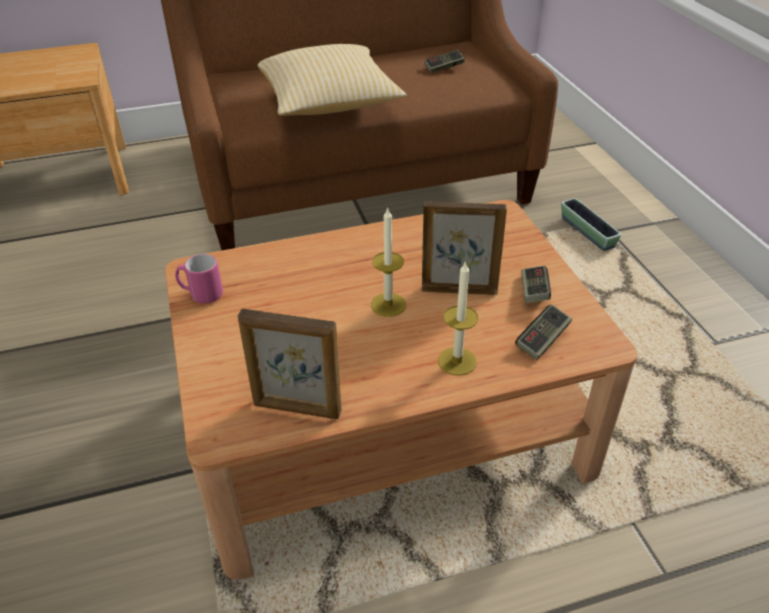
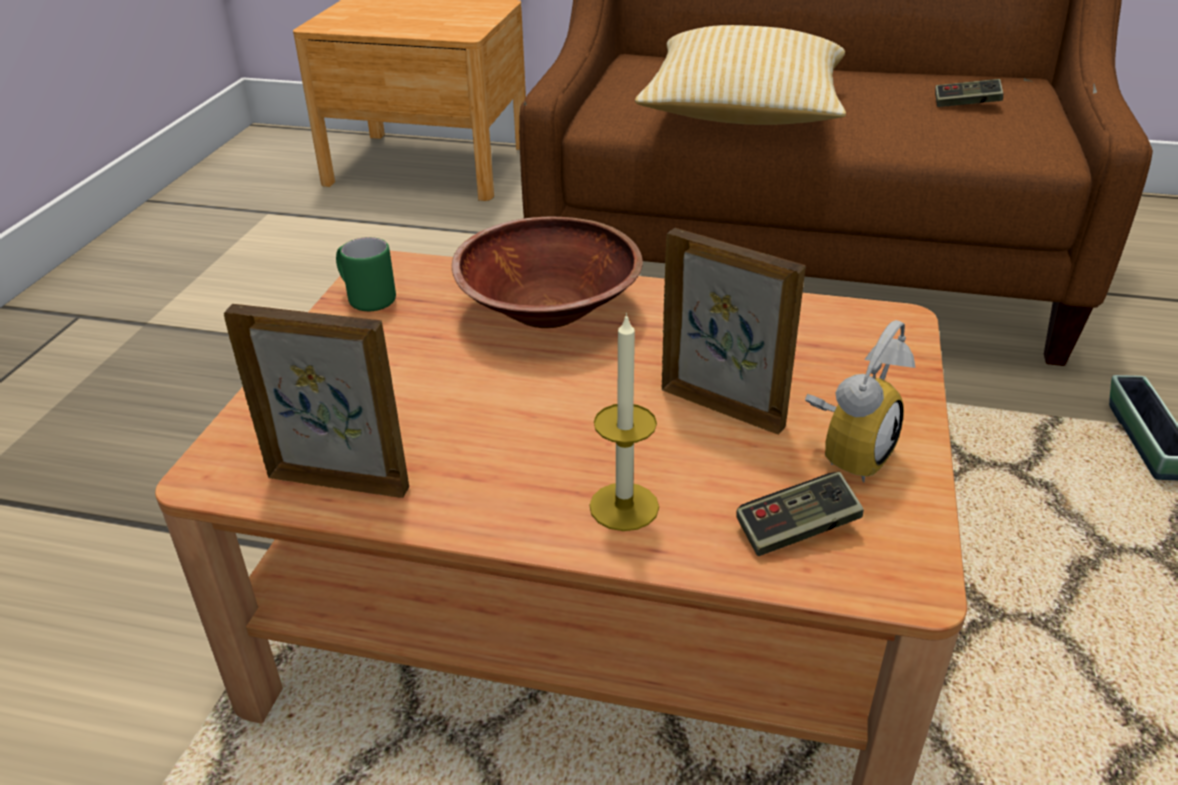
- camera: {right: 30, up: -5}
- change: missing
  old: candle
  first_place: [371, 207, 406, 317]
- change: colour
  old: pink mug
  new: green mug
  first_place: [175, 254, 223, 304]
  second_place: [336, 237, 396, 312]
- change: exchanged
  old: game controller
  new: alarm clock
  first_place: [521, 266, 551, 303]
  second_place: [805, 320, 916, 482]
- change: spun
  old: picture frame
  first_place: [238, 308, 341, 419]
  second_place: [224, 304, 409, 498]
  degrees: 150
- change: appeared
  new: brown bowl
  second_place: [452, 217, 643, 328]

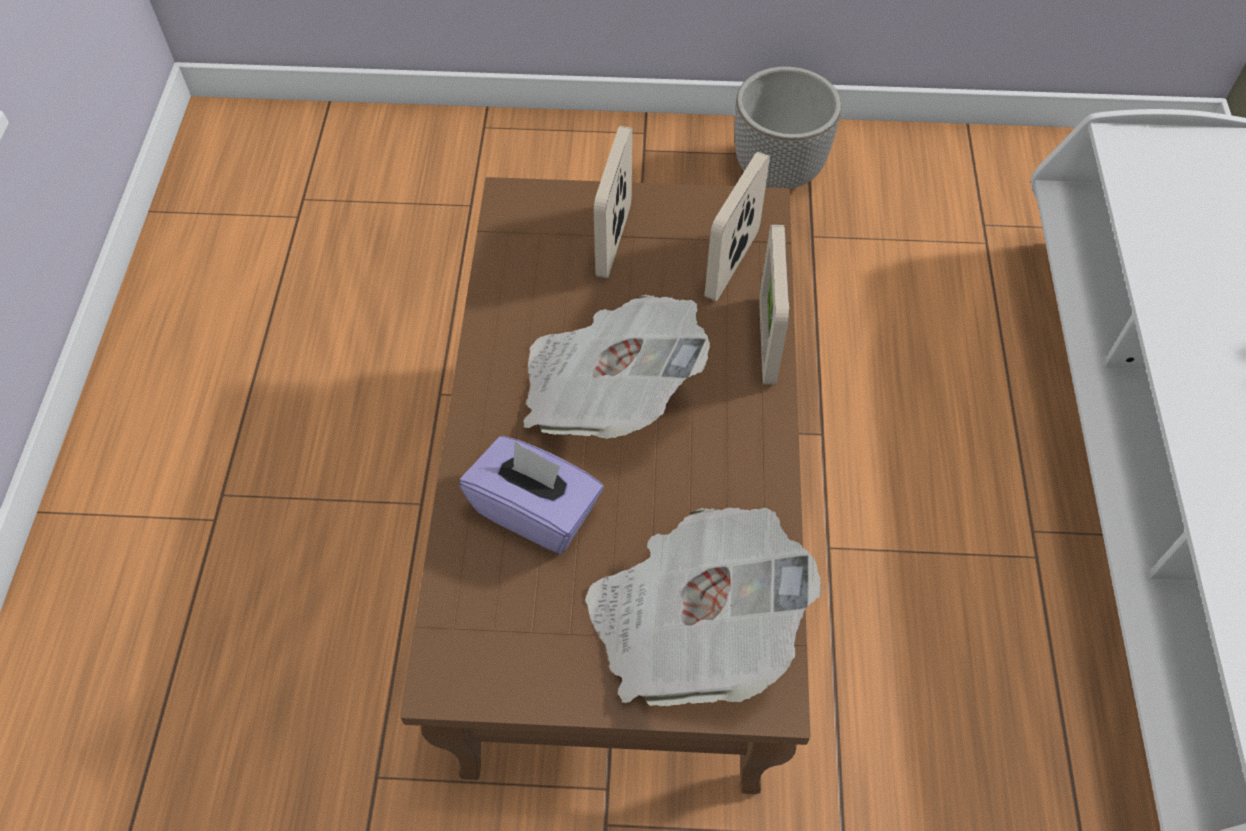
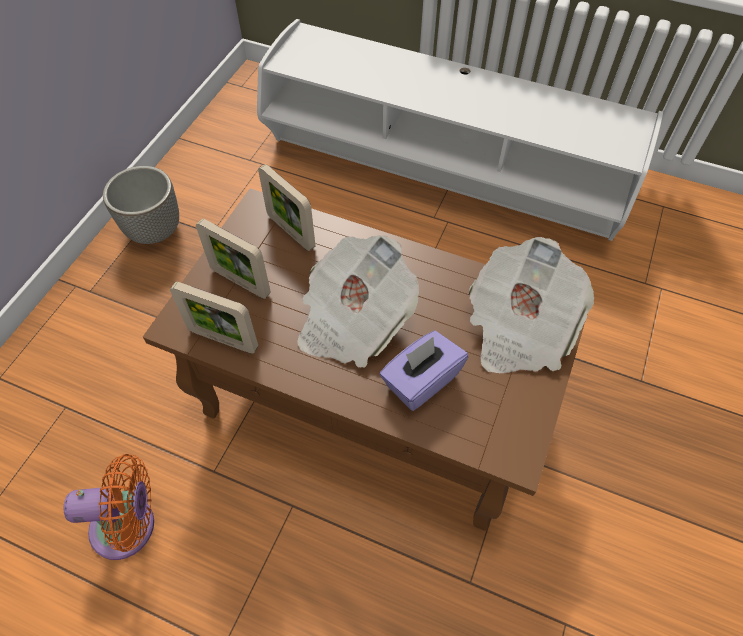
- camera: {right: -70, up: 0}
- change: relocated
  old: picture frame
  first_place: [759, 225, 789, 385]
  second_place: [170, 282, 258, 354]
- change: appeared
  new: orange fan
  second_place: [63, 454, 154, 560]

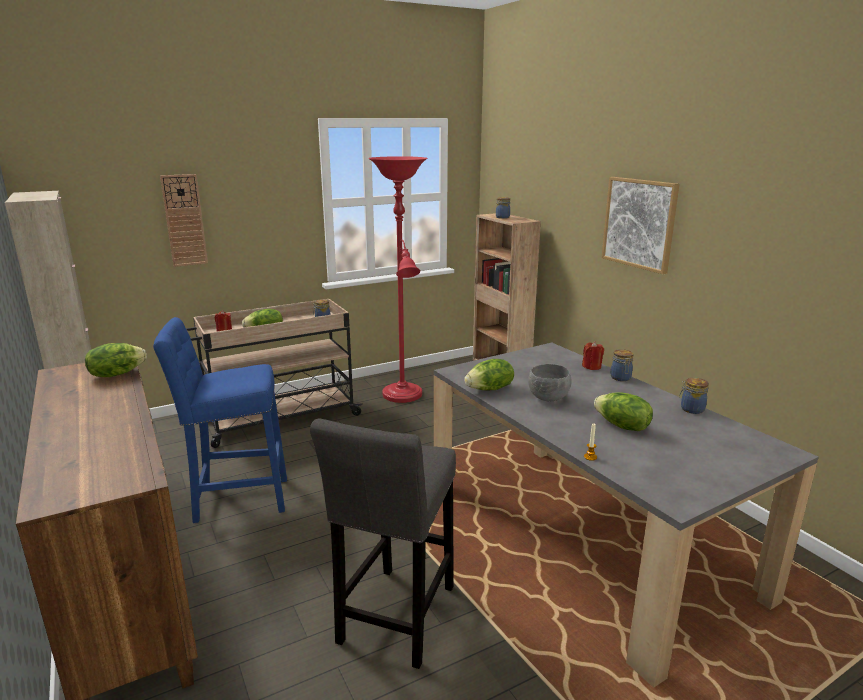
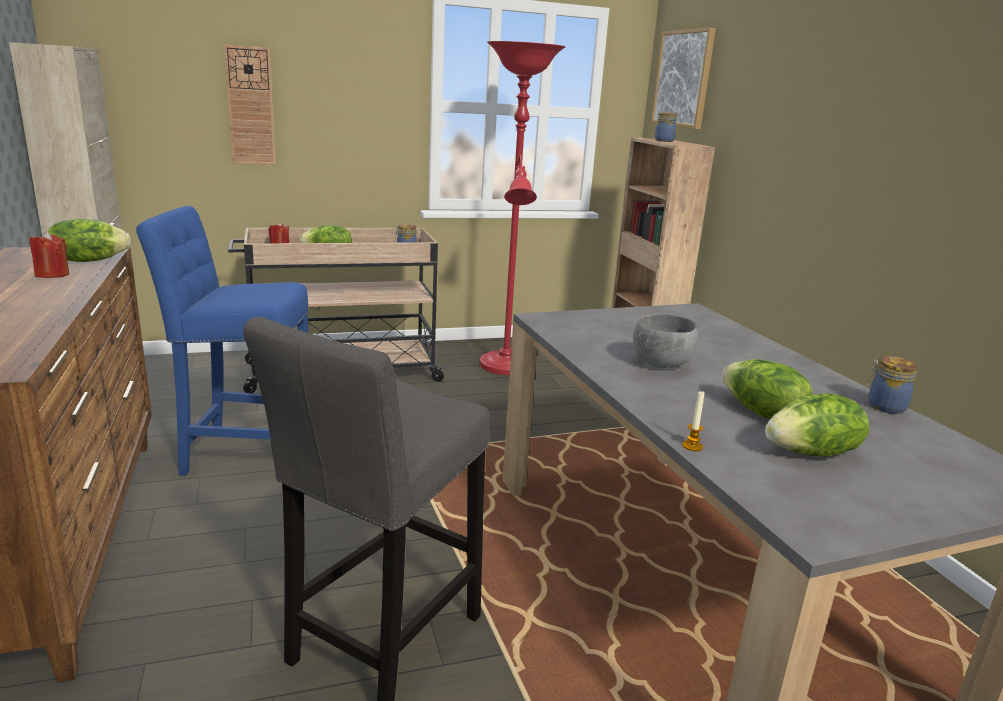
- camera: {right: 10, up: 0}
- change: relocated
  old: picture
  first_place: [601, 177, 680, 274]
  second_place: [651, 27, 716, 129]
- change: relocated
  old: red candle
  first_place: [582, 341, 604, 370]
  second_place: [30, 231, 69, 278]
- change: missing
  old: jar
  first_place: [610, 349, 634, 381]
- change: relocated
  old: lettuce
  first_place: [464, 359, 514, 391]
  second_place: [765, 393, 870, 457]

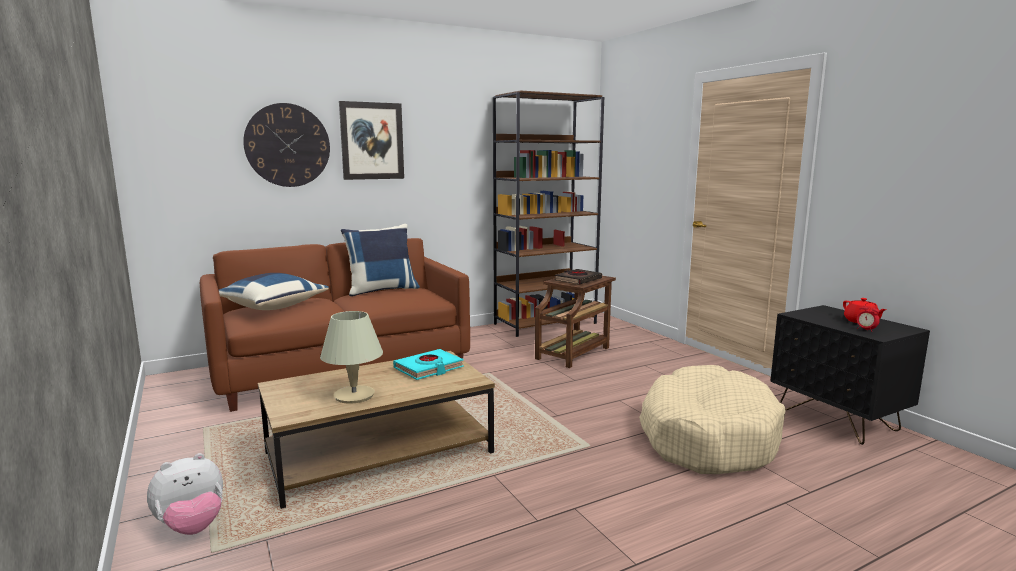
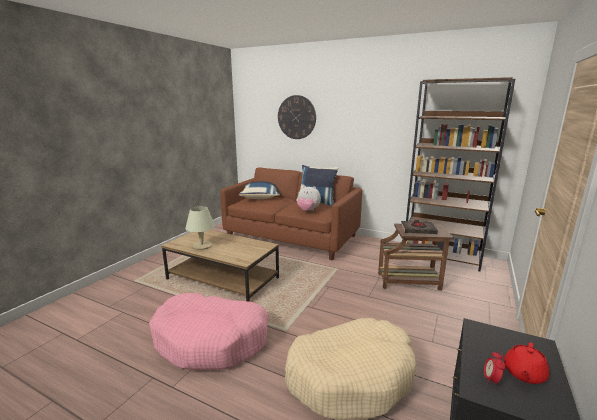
- camera: {right: 55, up: 5}
- change: missing
  old: picture
  first_place: [339, 101, 404, 180]
- change: missing
  old: turquoise book
  first_place: [393, 349, 464, 380]
- change: relocated
  old: plush toy
  first_place: [147, 453, 223, 535]
  second_place: [297, 186, 321, 211]
- change: appeared
  new: pink dog bed
  second_place: [149, 293, 269, 370]

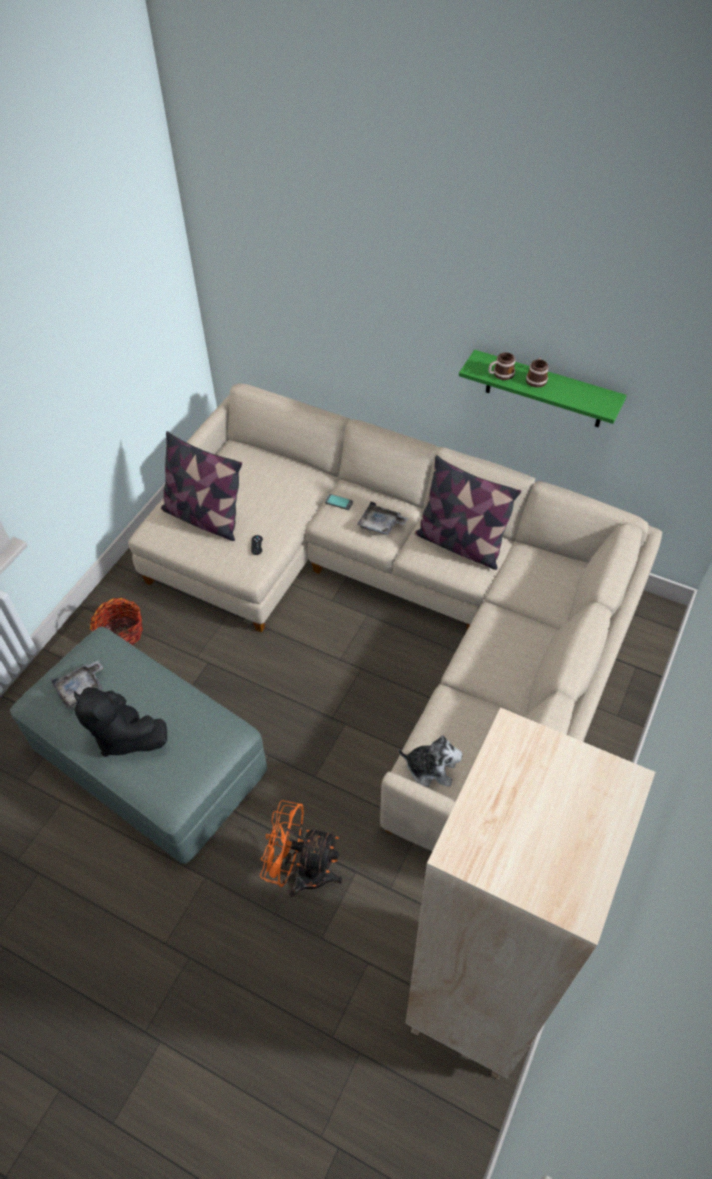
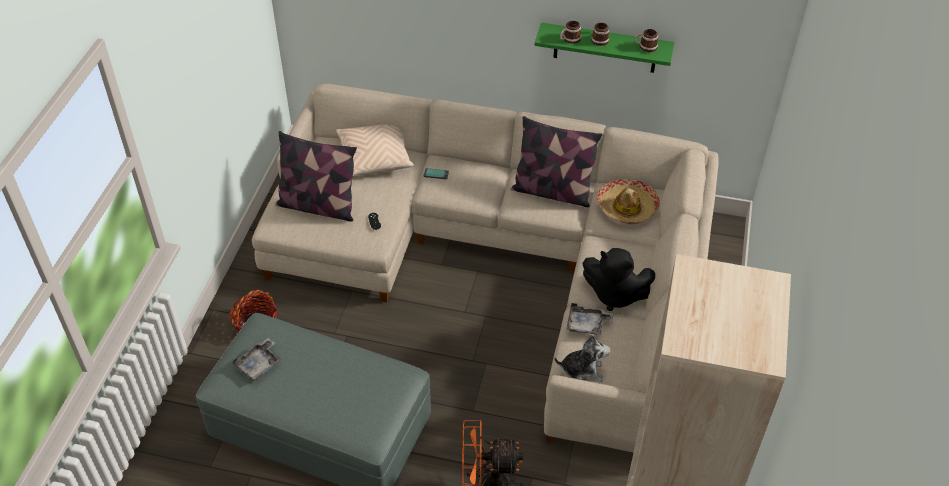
- camera: {right: -15, up: -5}
- change: relocated
  old: grey tray
  first_place: [357, 502, 408, 535]
  second_place: [566, 303, 614, 335]
- change: relocated
  old: black plush toy
  first_place: [74, 687, 167, 757]
  second_place: [582, 248, 655, 311]
- change: appeared
  new: mug
  second_place: [634, 29, 658, 52]
- change: appeared
  new: beige pillow
  second_place: [336, 125, 414, 177]
- change: appeared
  new: hat
  second_place: [597, 179, 660, 224]

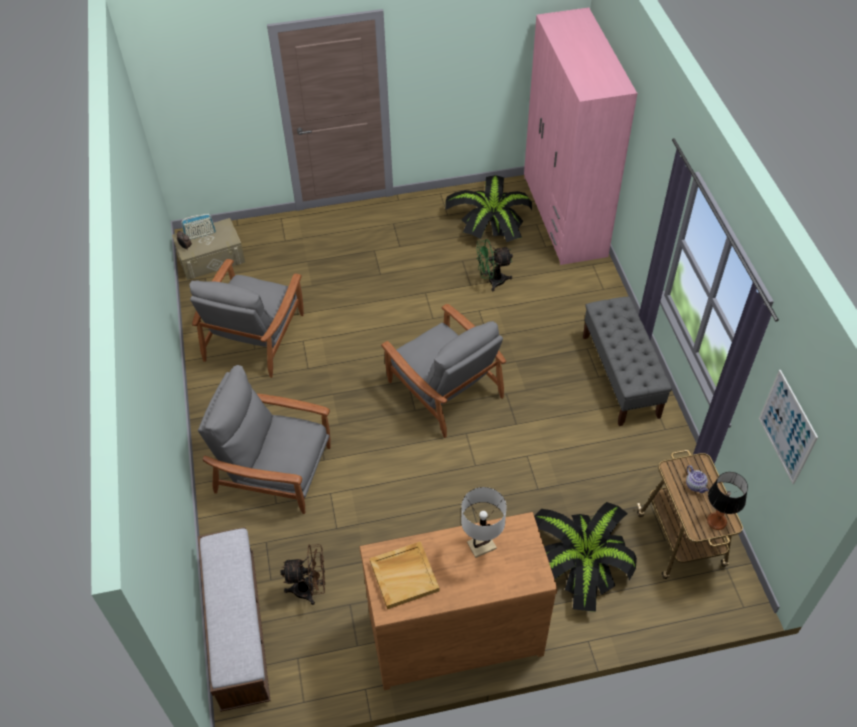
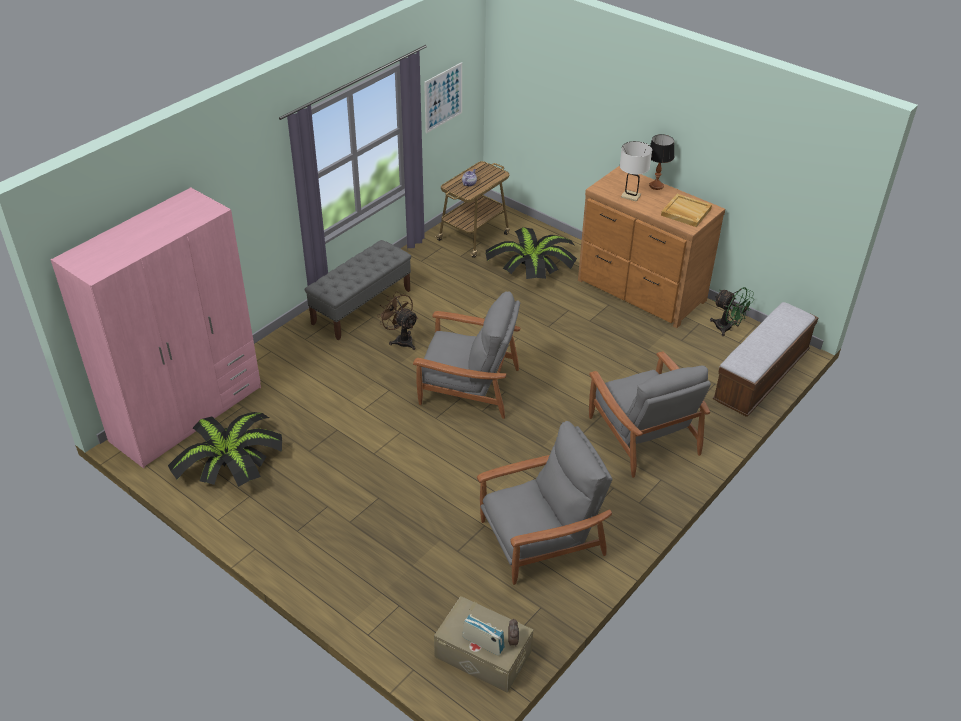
- camera: {right: -130, up: -10}
- change: relocated
  old: green fan
  first_place: [476, 239, 513, 291]
  second_place: [710, 287, 754, 336]
- change: spun
  old: grey armchair
  first_place: [381, 304, 506, 438]
  second_place: [413, 291, 520, 419]
  degrees: 90
- change: relocated
  old: table lamp
  first_place: [707, 472, 748, 530]
  second_place: [649, 134, 674, 190]
- change: relocated
  old: brown fan
  first_place: [281, 544, 325, 605]
  second_place: [378, 291, 418, 350]

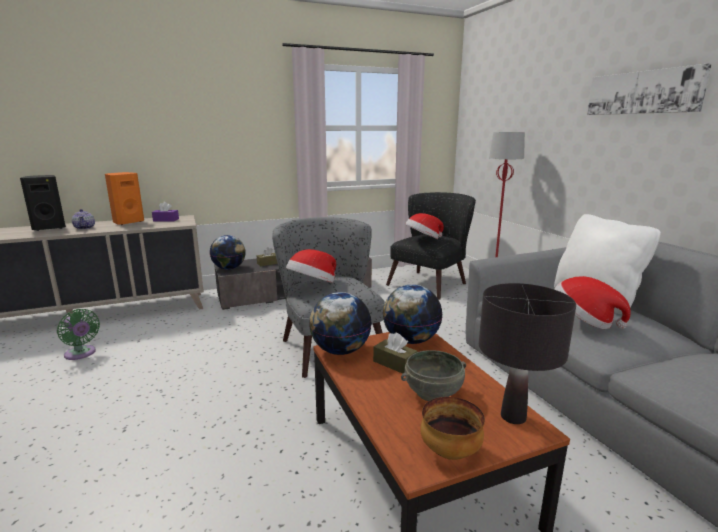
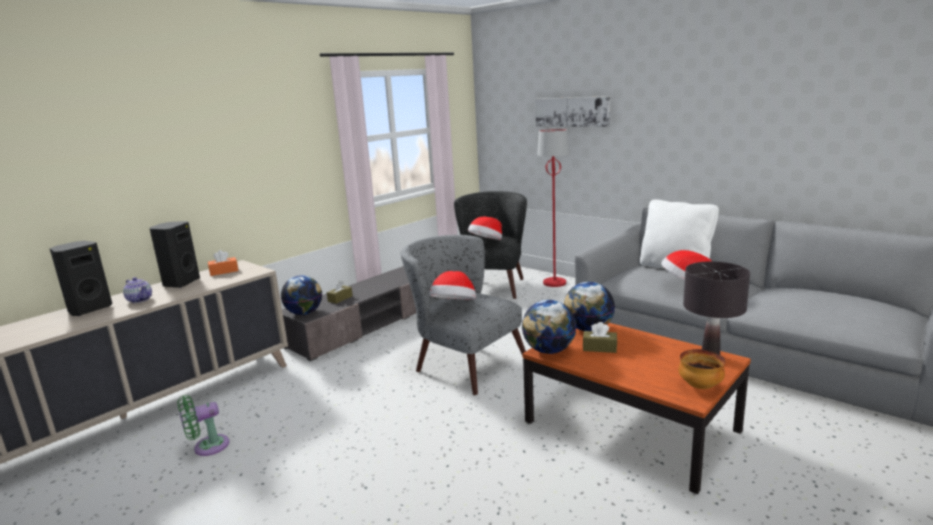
- camera: {right: -25, up: 0}
- change: relocated
  old: picture
  first_place: [587, 63, 712, 115]
  second_place: [535, 96, 610, 127]
- change: colour
  old: orange speaker
  new: black speaker
  first_place: [105, 172, 144, 225]
  second_place: [150, 221, 200, 288]
- change: colour
  old: purple tissue box
  new: orange tissue box
  first_place: [152, 202, 179, 221]
  second_place: [208, 250, 238, 276]
- change: spun
  old: green fan
  first_place: [57, 309, 100, 360]
  second_place: [177, 395, 229, 456]
  degrees: 135
- change: missing
  old: grey bowl
  first_place: [401, 350, 466, 401]

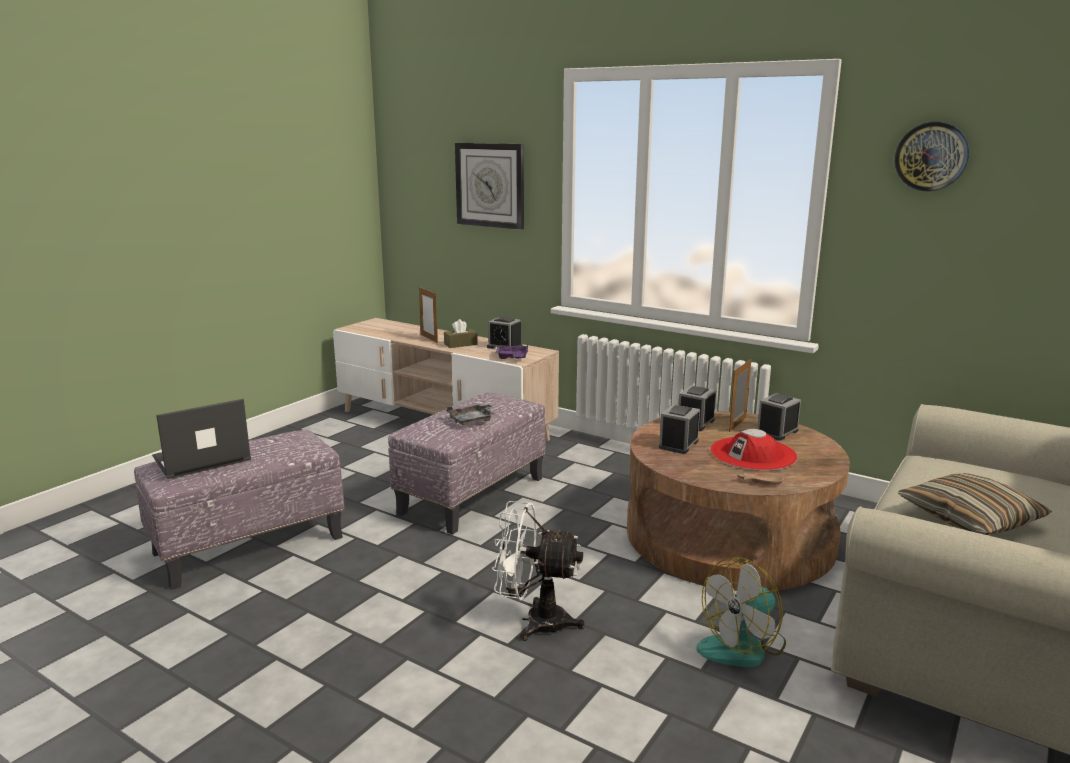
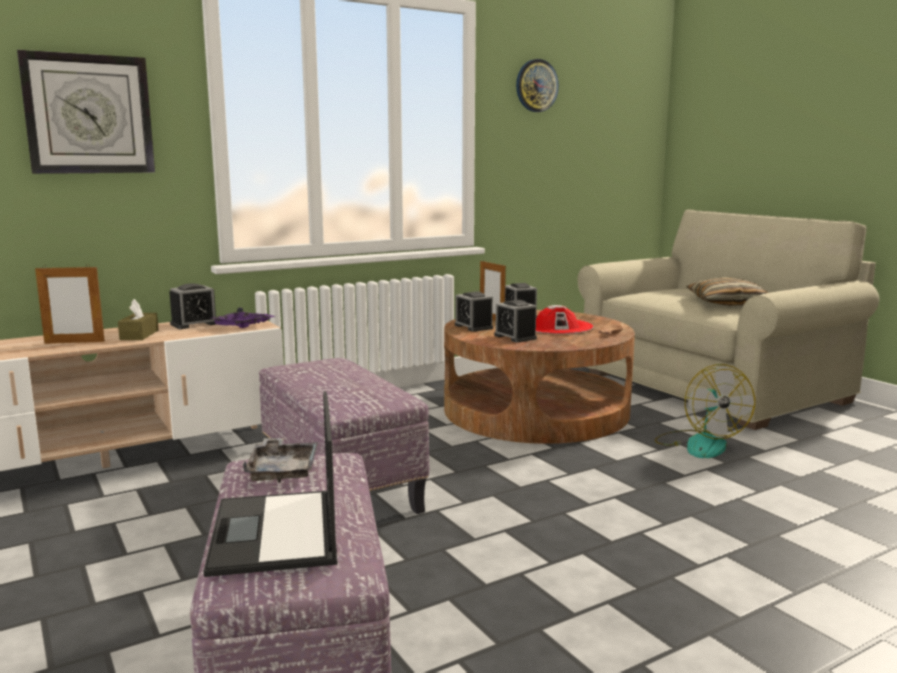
- camera: {right: -65, up: -5}
- change: relocated
  old: grey tray
  first_place: [446, 403, 495, 425]
  second_place: [243, 438, 318, 483]
- change: missing
  old: white fan
  first_place: [492, 501, 585, 641]

